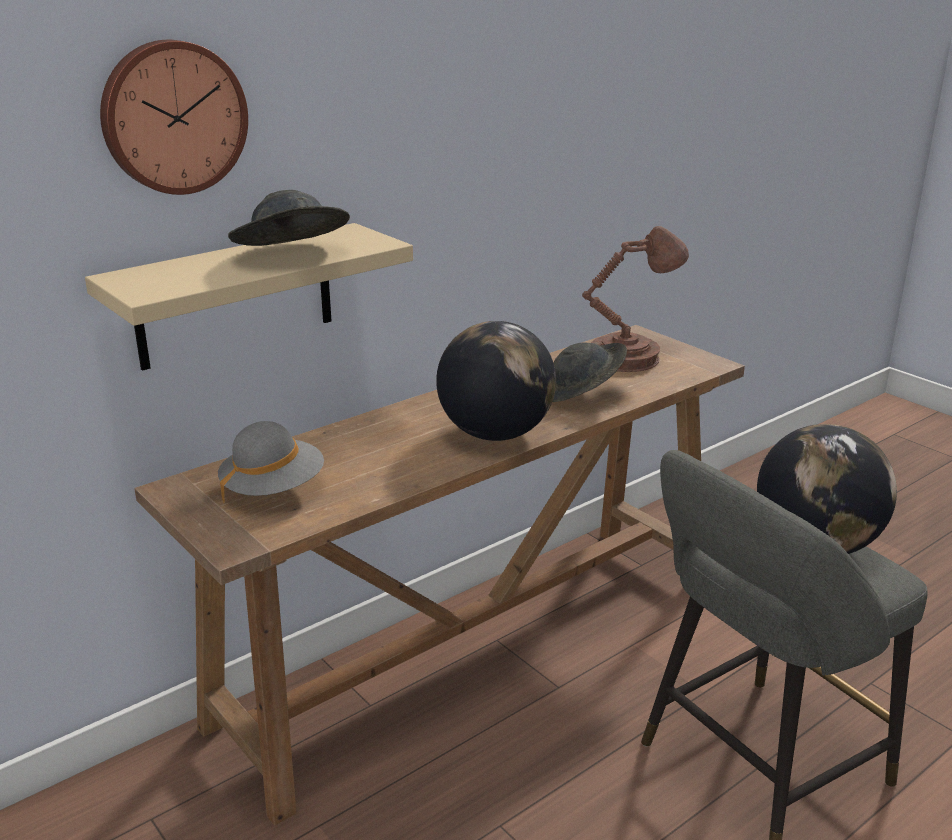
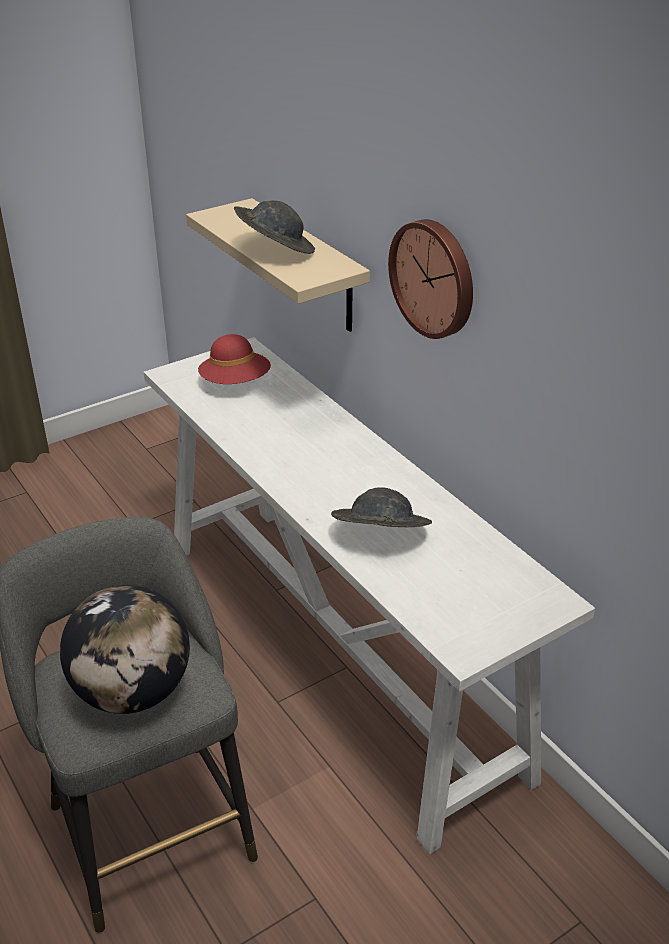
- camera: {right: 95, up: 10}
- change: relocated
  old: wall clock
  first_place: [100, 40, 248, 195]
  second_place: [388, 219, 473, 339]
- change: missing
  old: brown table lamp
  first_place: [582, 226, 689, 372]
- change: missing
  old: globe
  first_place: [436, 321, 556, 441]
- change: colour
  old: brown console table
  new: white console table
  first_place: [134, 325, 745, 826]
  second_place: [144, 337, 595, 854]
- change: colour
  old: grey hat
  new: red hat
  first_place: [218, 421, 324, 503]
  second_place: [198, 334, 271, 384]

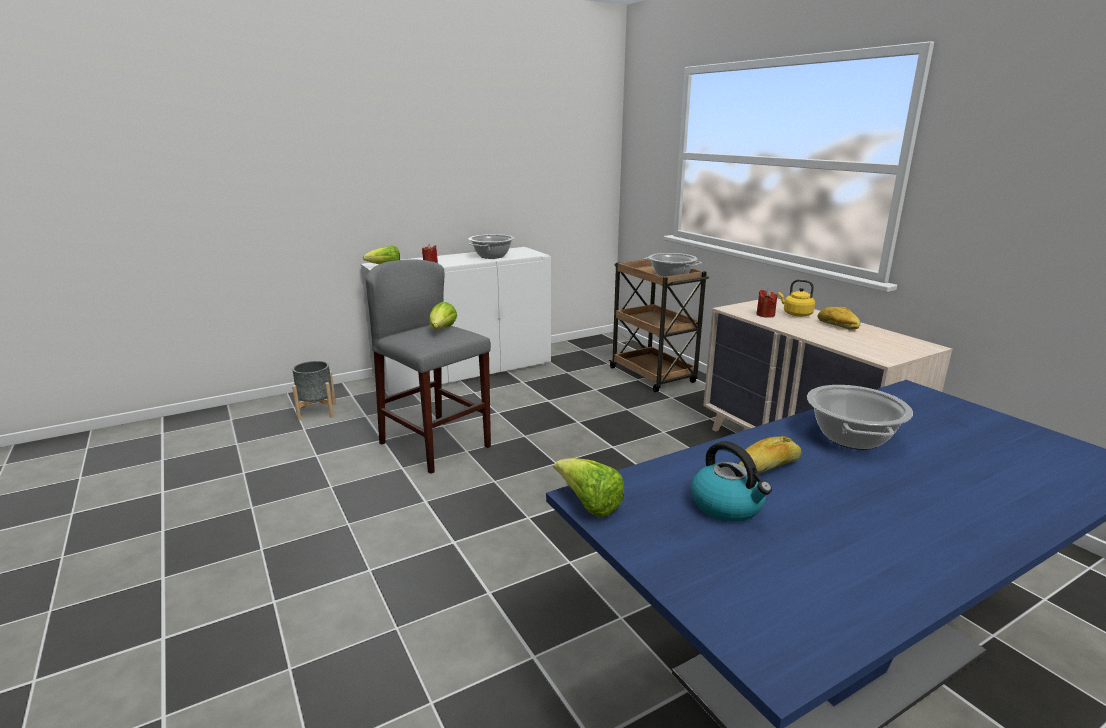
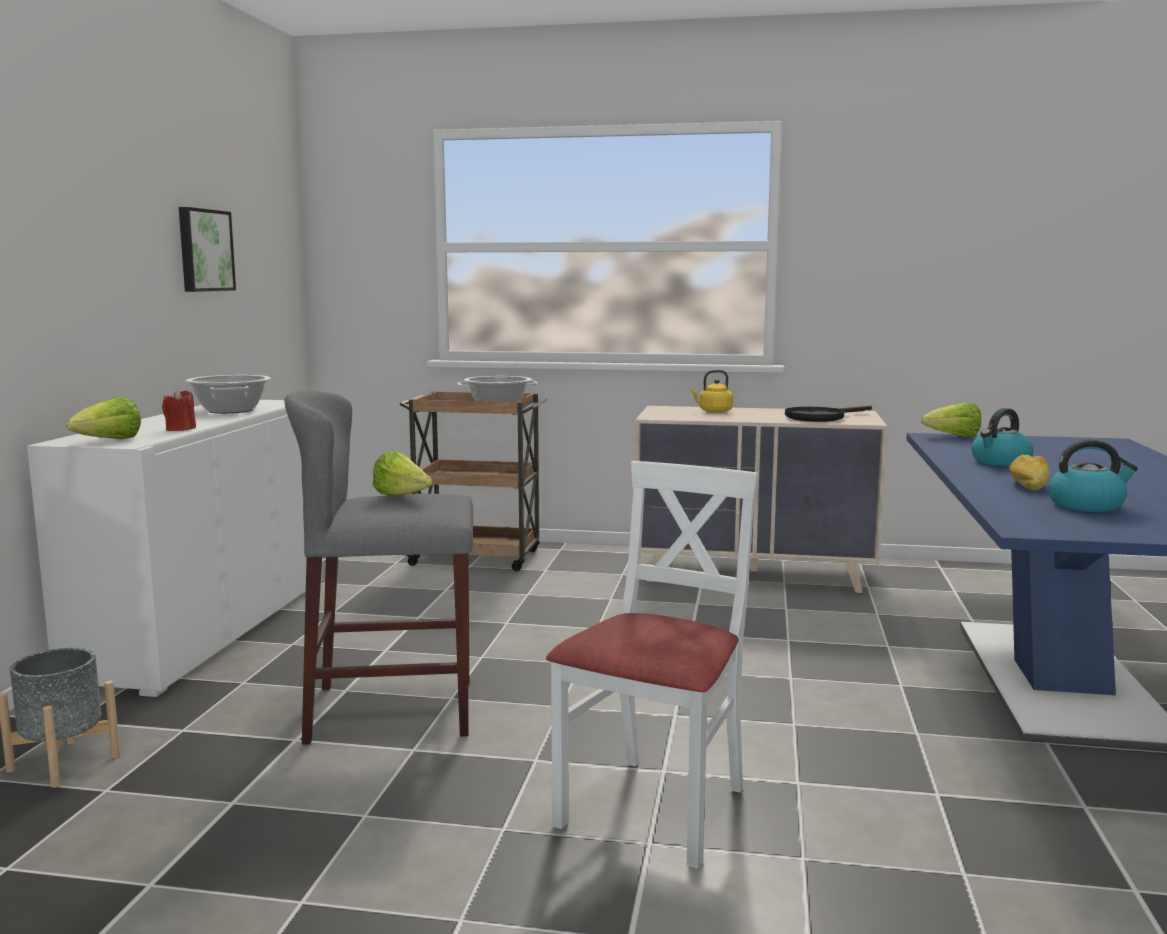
- camera: {right: -50, up: -10}
- change: missing
  old: red candle
  first_place: [756, 289, 778, 317]
- change: missing
  old: bread
  first_place: [818, 307, 860, 330]
- change: exchanged
  old: cooking pot
  new: kettle
  first_place: [807, 385, 913, 450]
  second_place: [971, 408, 1033, 467]
- change: relocated
  old: lettuce
  first_place: [554, 458, 624, 518]
  second_place: [921, 402, 981, 437]
- change: appeared
  new: picture
  second_place: [179, 207, 236, 292]
- change: appeared
  new: black frying pan
  second_place: [785, 405, 872, 422]
- change: appeared
  new: white chair
  second_place: [546, 461, 759, 869]

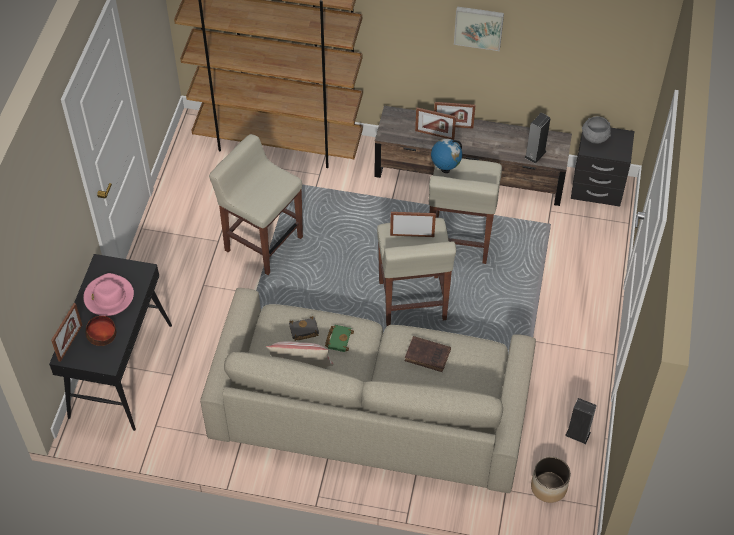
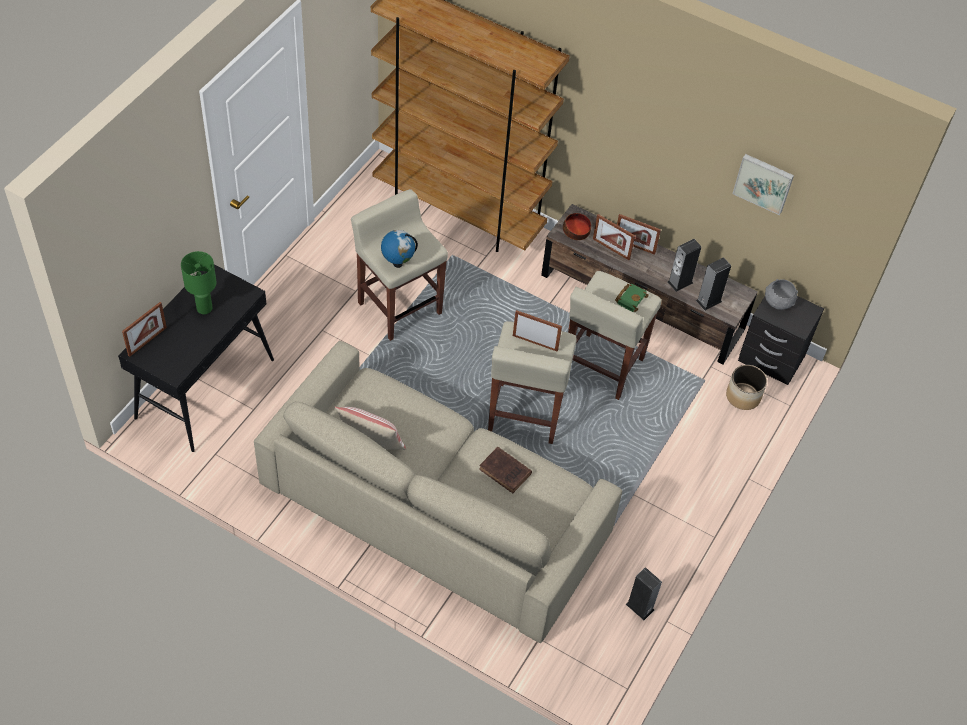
- camera: {right: 15, up: 0}
- change: relocated
  old: picture
  first_place: [454, 6, 504, 51]
  second_place: [732, 154, 794, 215]
- change: relocated
  old: globe
  first_place: [431, 139, 462, 173]
  second_place: [381, 230, 418, 268]
- change: exchanged
  old: pink hat
  new: green table lamp
  first_place: [83, 273, 134, 316]
  second_place: [181, 251, 217, 314]
- change: relocated
  old: bowl
  first_place: [85, 316, 116, 346]
  second_place: [563, 213, 591, 240]
- change: missing
  old: black book
  first_place: [289, 316, 319, 341]
- change: relocated
  old: green book
  first_place: [325, 325, 354, 352]
  second_place: [615, 284, 649, 312]
- change: relocated
  old: planter
  first_place: [531, 456, 571, 503]
  second_place: [726, 365, 767, 410]
- change: appeared
  new: speaker
  second_place: [668, 239, 701, 292]

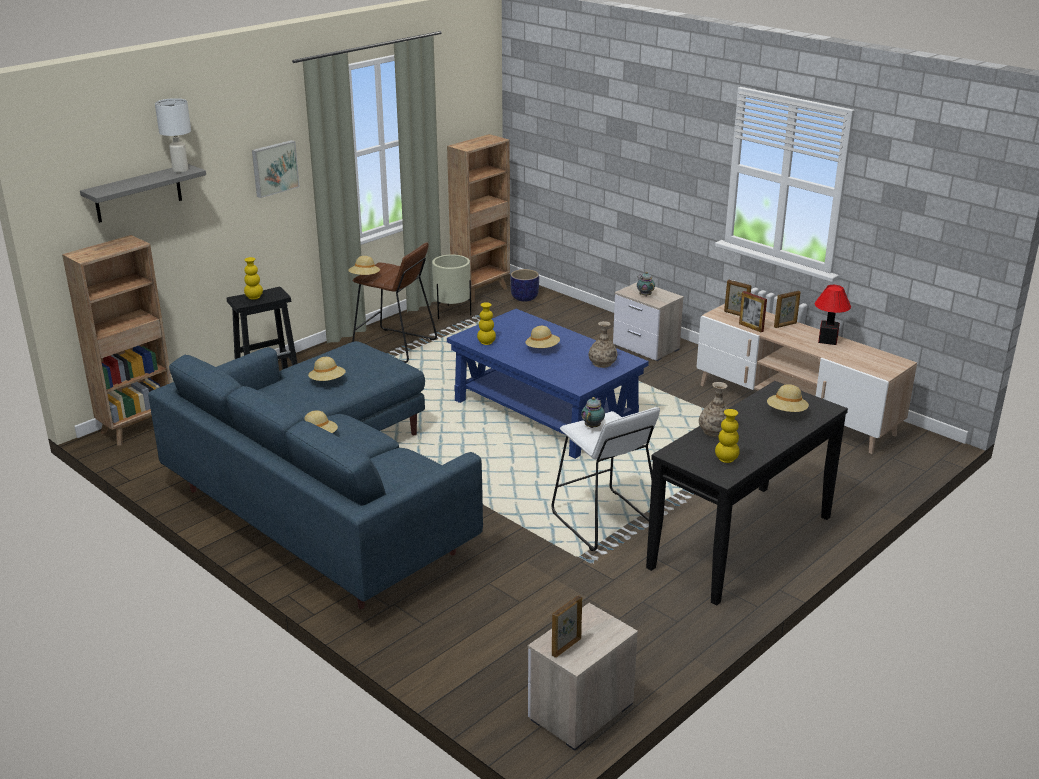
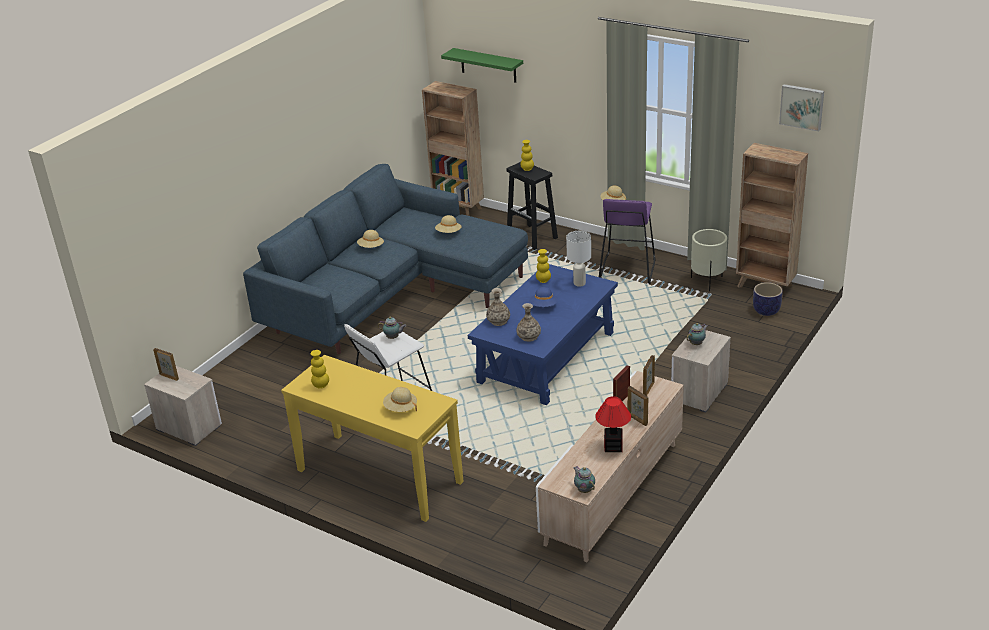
- camera: {right: 80, up: 5}
- change: relocated
  old: white table lamp
  first_place: [155, 98, 191, 173]
  second_place: [566, 231, 591, 287]
- change: relocated
  old: picture
  first_place: [252, 140, 300, 198]
  second_place: [779, 84, 824, 131]
- change: colour
  old: grey shelf
  new: green shelf
  first_place: [80, 164, 206, 223]
  second_place: [441, 48, 523, 83]
- change: colour
  old: brown stool
  new: purple stool
  first_place: [352, 242, 437, 363]
  second_place: [599, 199, 656, 284]
- change: colour
  old: beige hat
  new: blue hat
  first_place: [526, 326, 560, 348]
  second_place: [529, 287, 558, 307]
- change: colour
  old: black console table
  new: yellow console table
  first_place: [646, 381, 848, 606]
  second_place: [281, 355, 464, 522]
- change: relocated
  old: vase
  first_place: [699, 382, 729, 437]
  second_place: [486, 288, 510, 326]
- change: appeared
  new: teapot
  second_place: [573, 466, 595, 493]

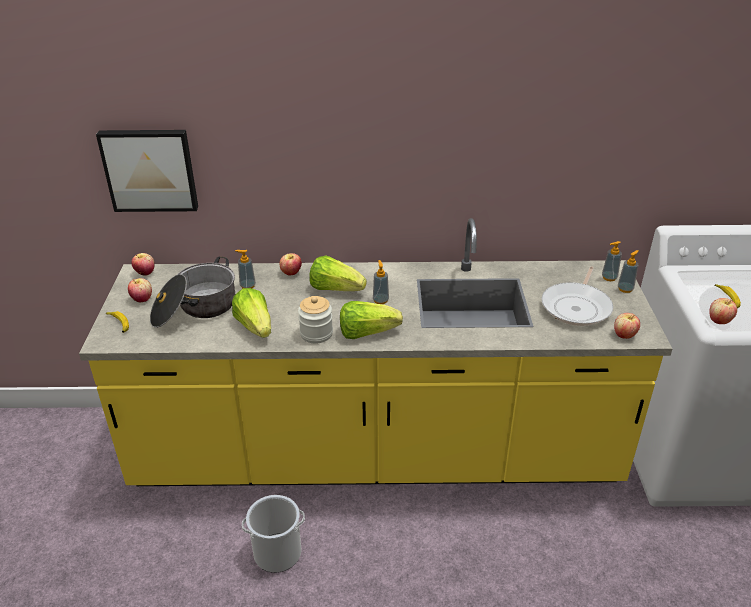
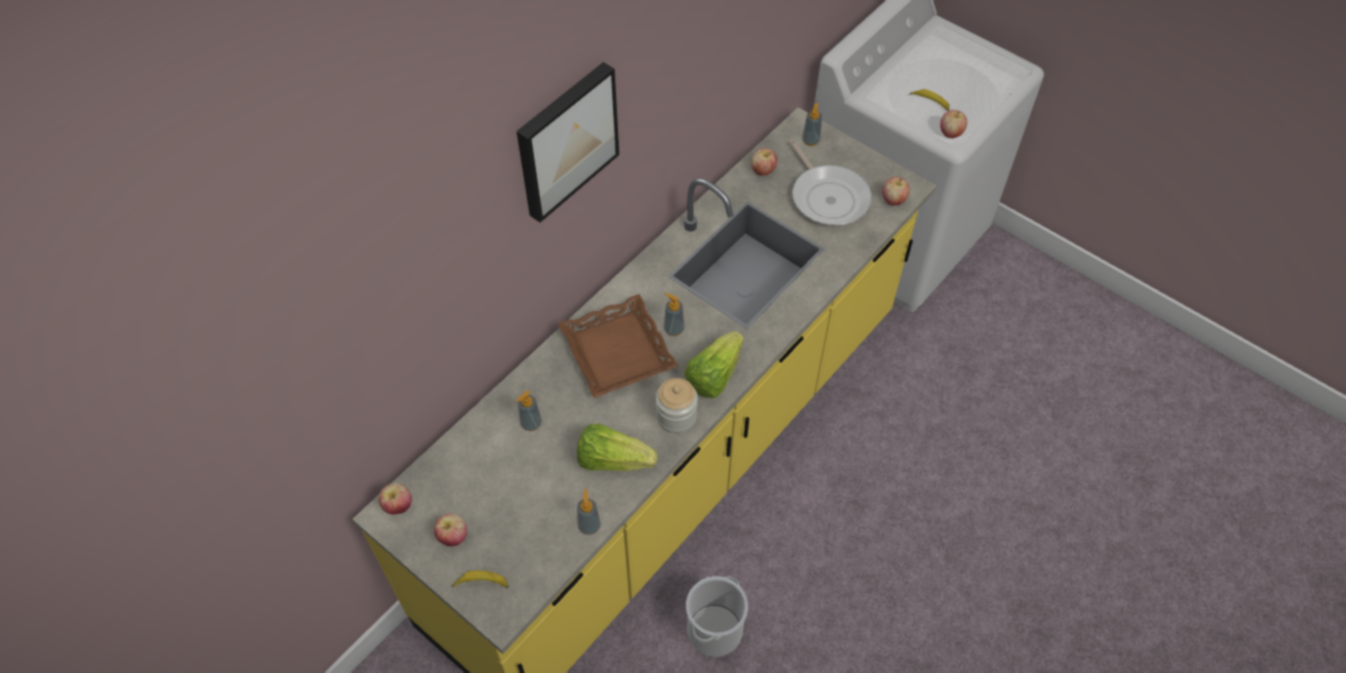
- camera: {right: -50, up: 20}
- change: relocated
  old: picture
  first_place: [96, 130, 198, 212]
  second_place: [516, 62, 619, 222]
- change: relocated
  old: soap dispenser
  first_place: [618, 250, 638, 293]
  second_place: [577, 488, 601, 535]
- change: relocated
  old: apple
  first_place: [280, 253, 302, 275]
  second_place: [751, 148, 777, 176]
- change: missing
  old: cooking pot
  first_place: [150, 256, 235, 328]
- change: exchanged
  old: lettuce
  new: brown tray
  first_place: [310, 256, 367, 291]
  second_place: [558, 294, 679, 398]

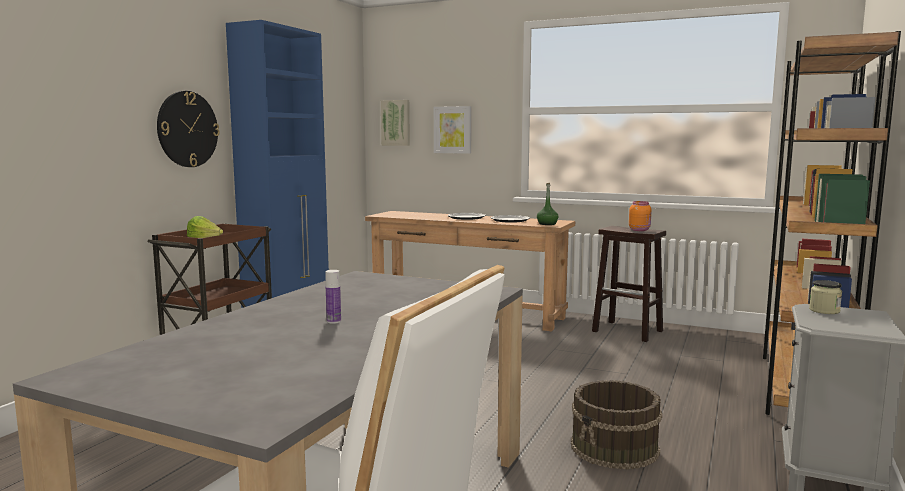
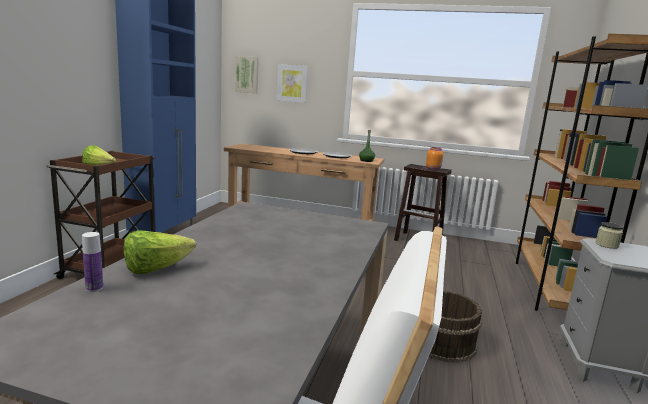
- camera: {right: -10, up: 5}
- change: missing
  old: wall clock
  first_place: [157, 91, 220, 167]
- change: relocated
  old: bottle
  first_place: [325, 270, 341, 324]
  second_place: [82, 232, 103, 292]
- change: appeared
  new: lettuce
  second_place: [124, 230, 196, 274]

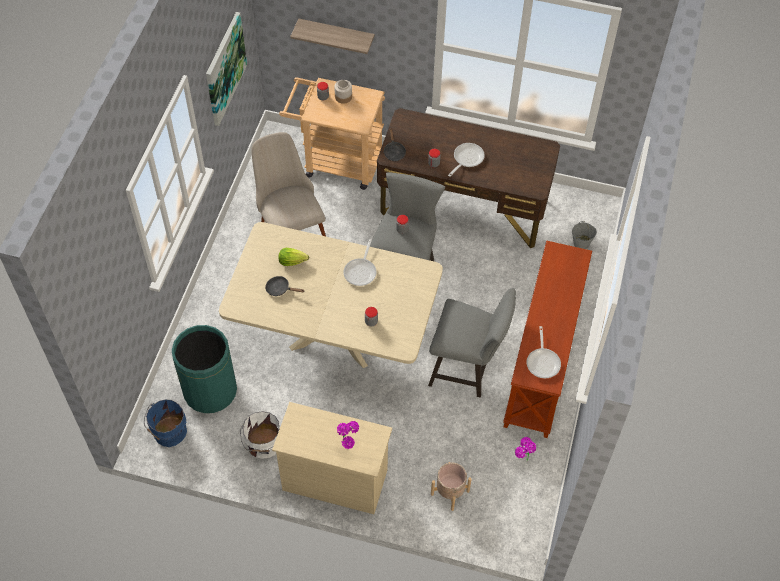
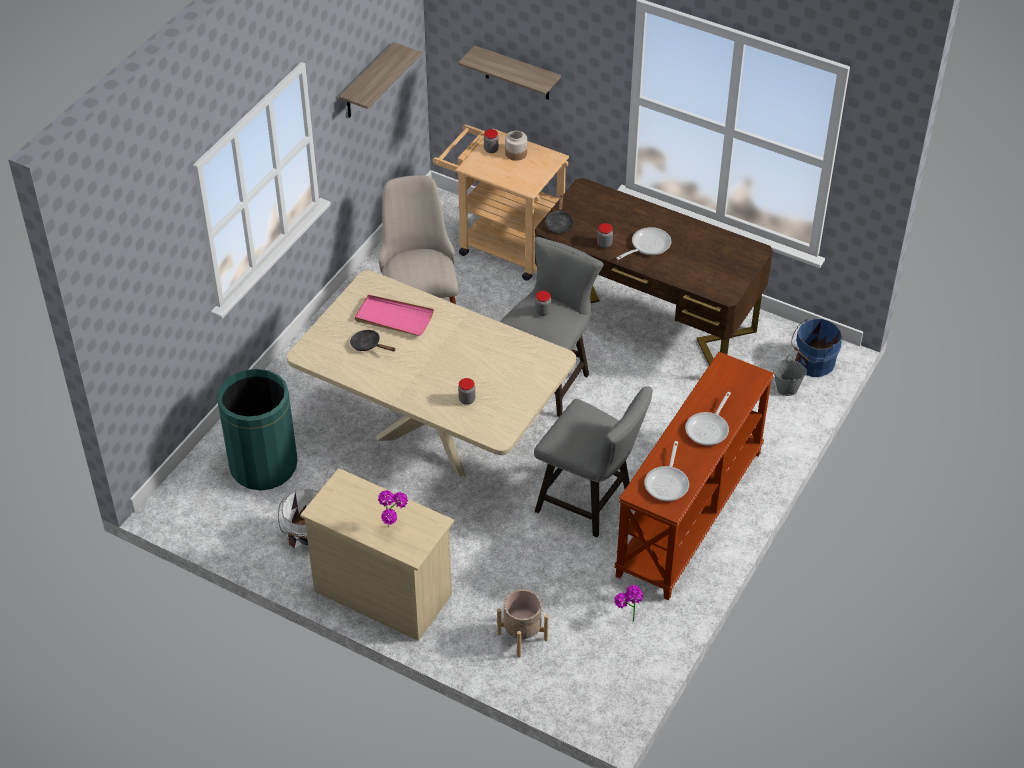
- camera: {right: 15, up: -10}
- change: exchanged
  old: picture
  new: shelf
  first_place: [206, 12, 247, 126]
  second_place: [339, 42, 422, 118]
- change: relocated
  old: frying pan
  first_place: [344, 239, 376, 286]
  second_place: [685, 392, 731, 446]
- change: exchanged
  old: lettuce
  new: pink tray
  first_place: [278, 248, 309, 266]
  second_place: [355, 295, 434, 336]
- change: relocated
  old: blue bucket
  first_place: [144, 399, 187, 447]
  second_place: [791, 318, 842, 377]

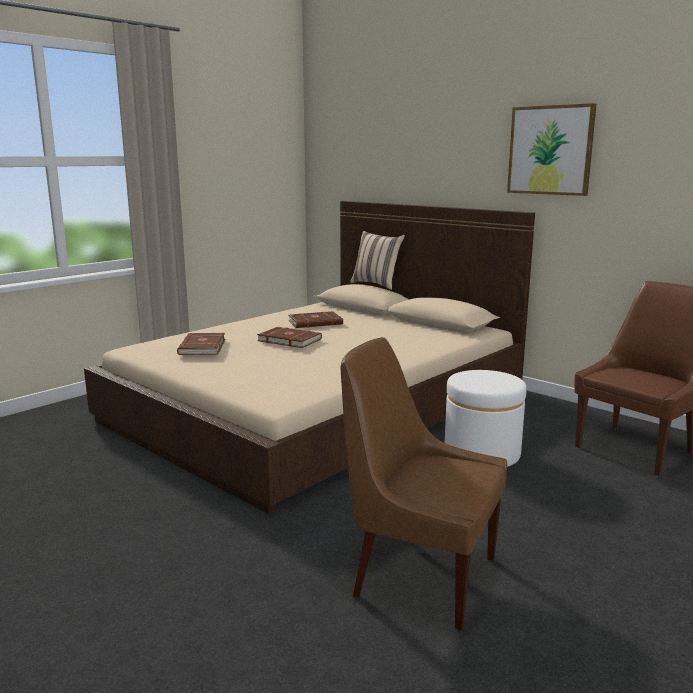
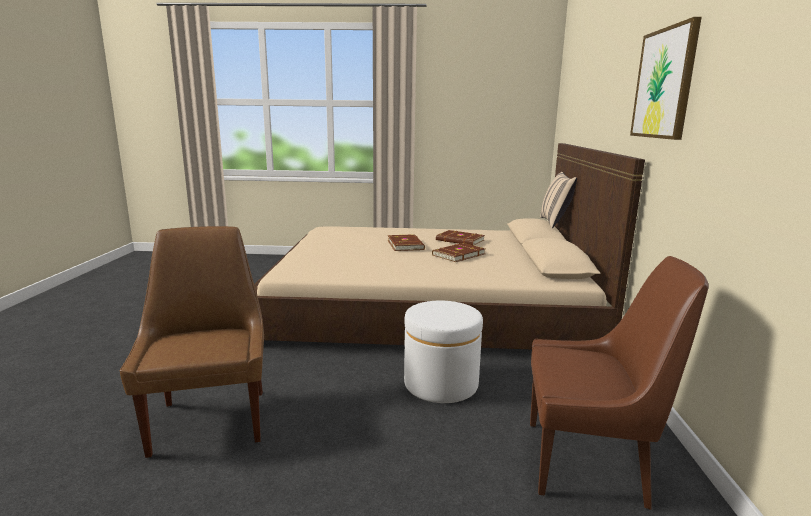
- camera: {right: 50, up: 0}
- change: relocated
  old: brown book
  first_place: [177, 333, 225, 355]
  second_place: [432, 243, 485, 262]

